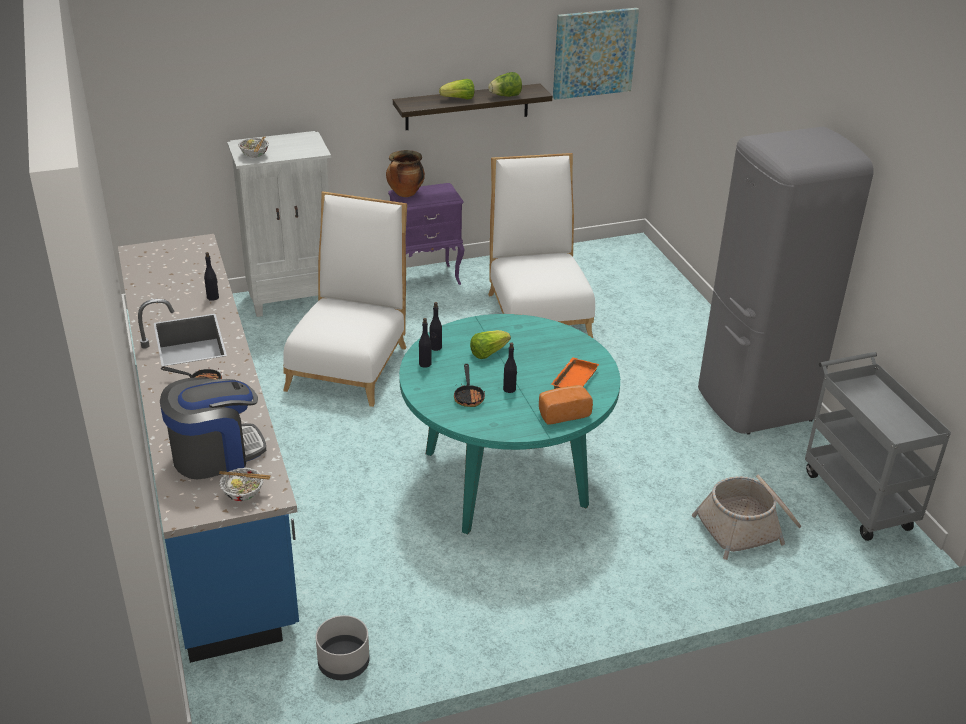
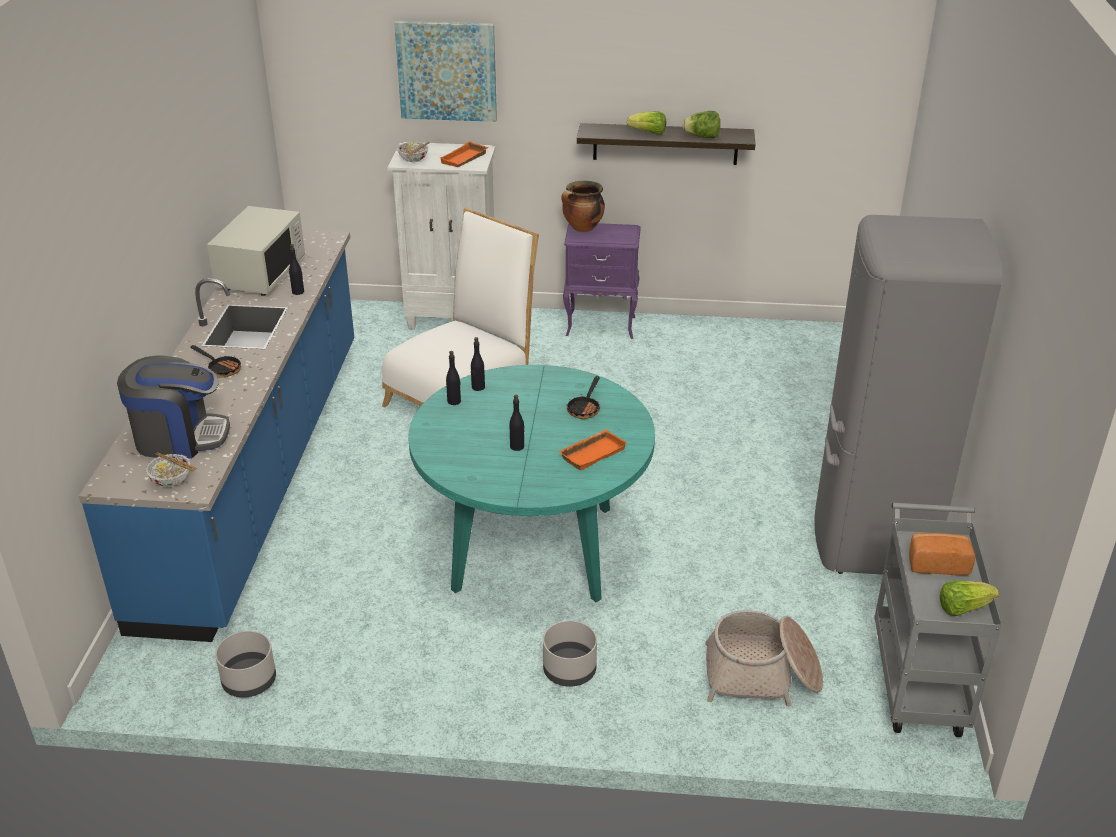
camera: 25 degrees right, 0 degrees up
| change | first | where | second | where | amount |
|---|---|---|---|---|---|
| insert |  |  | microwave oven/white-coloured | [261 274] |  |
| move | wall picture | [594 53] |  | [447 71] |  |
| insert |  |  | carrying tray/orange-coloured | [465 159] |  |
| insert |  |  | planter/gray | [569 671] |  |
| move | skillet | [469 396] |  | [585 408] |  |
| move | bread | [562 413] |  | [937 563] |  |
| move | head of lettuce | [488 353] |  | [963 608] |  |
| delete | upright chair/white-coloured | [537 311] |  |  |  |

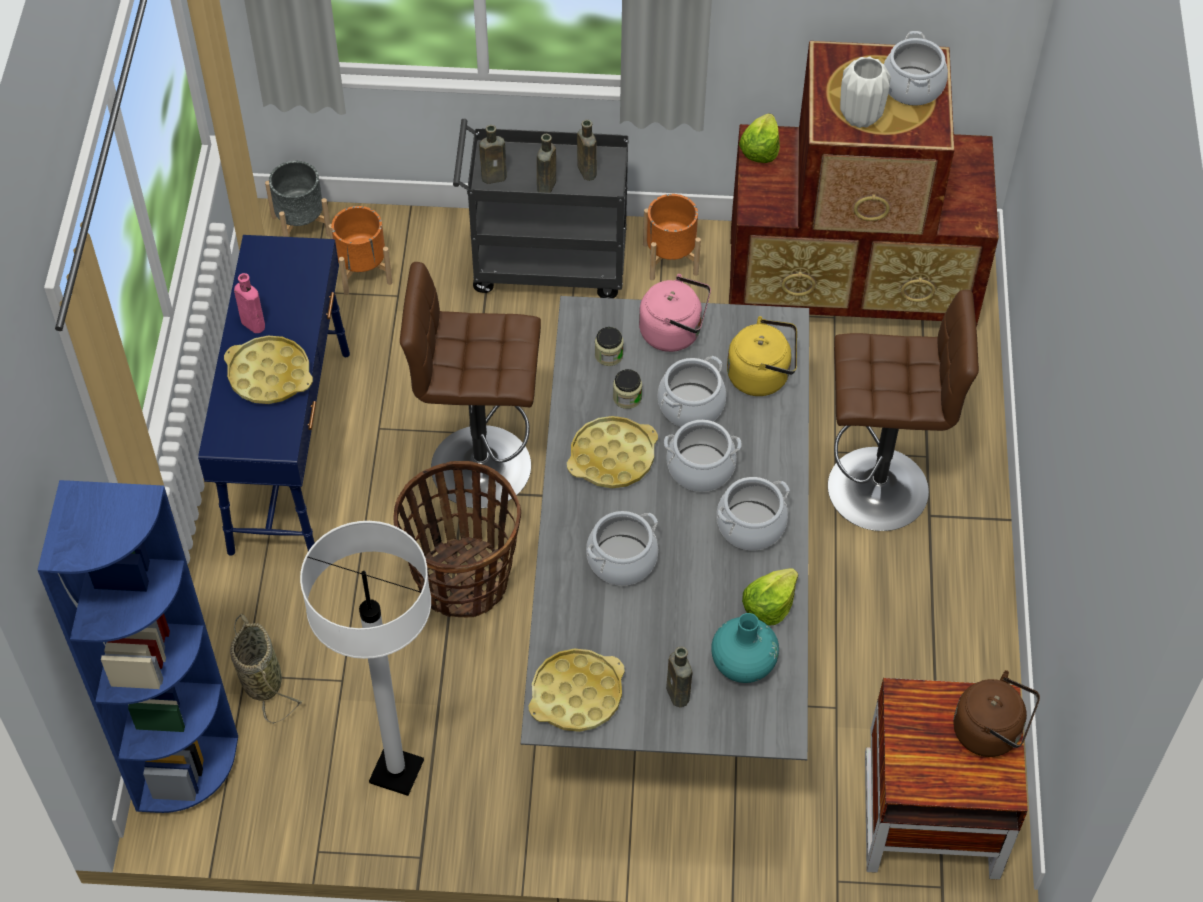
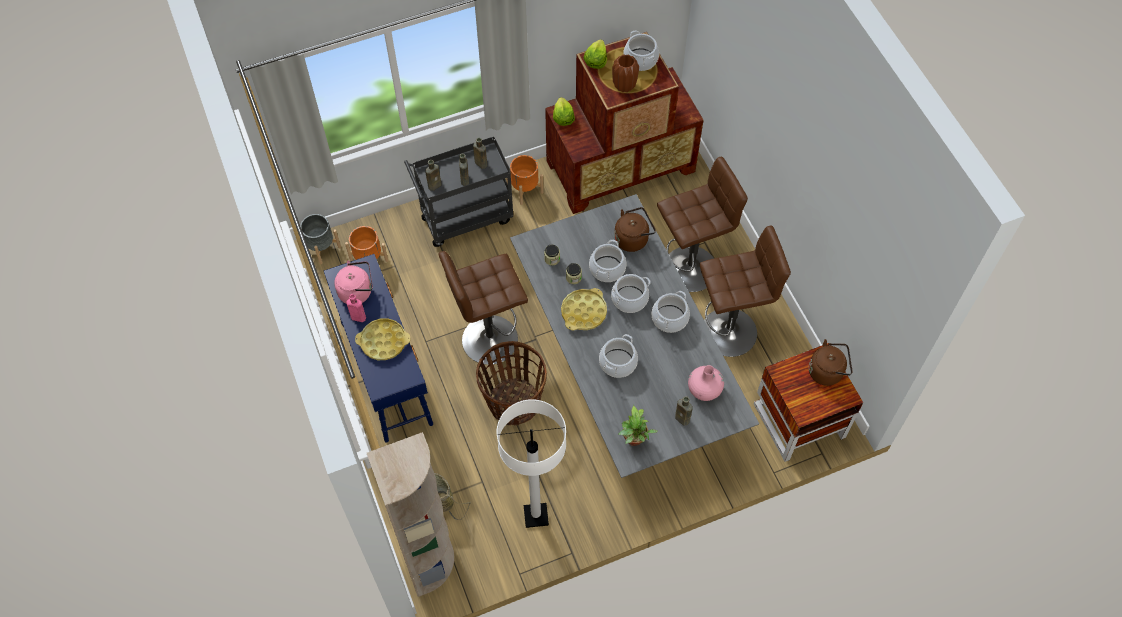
camera: 25 degrees left, 5 degrees up
| change | first | where | second | where | amount |
|---|---|---|---|---|---|
| move | water kettle/pink-coloured | [674 332] |  | [357 291] |  |
| recolor | bookshelf/blue-coloured | [187 776] | bookshelf/beige | [431 566] |  |
| move | head of lettuce | [769 605] |  | [595 60] |  |
| recolor | vase/white-coloured | [859 117] | vase/brown | [624 86] |  |
| recolor | water kettle/yellowish | [762 375] | water kettle/brown | [633 238] |  |
| replace | carrying tray/yellowish | [576 694] | plant in a pot | [634 441] |  |
| recolor | vase/blue-green | [743 663] | vase/pink-coloured | [704 390] |  |
| insert |  |  | stool seat/brown | [729 332] |  |

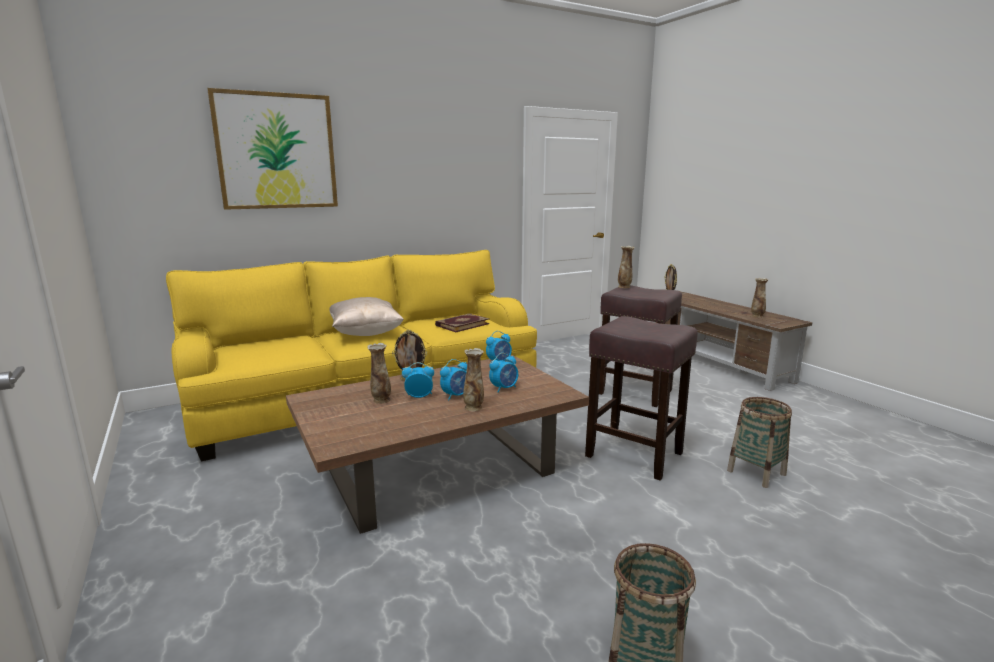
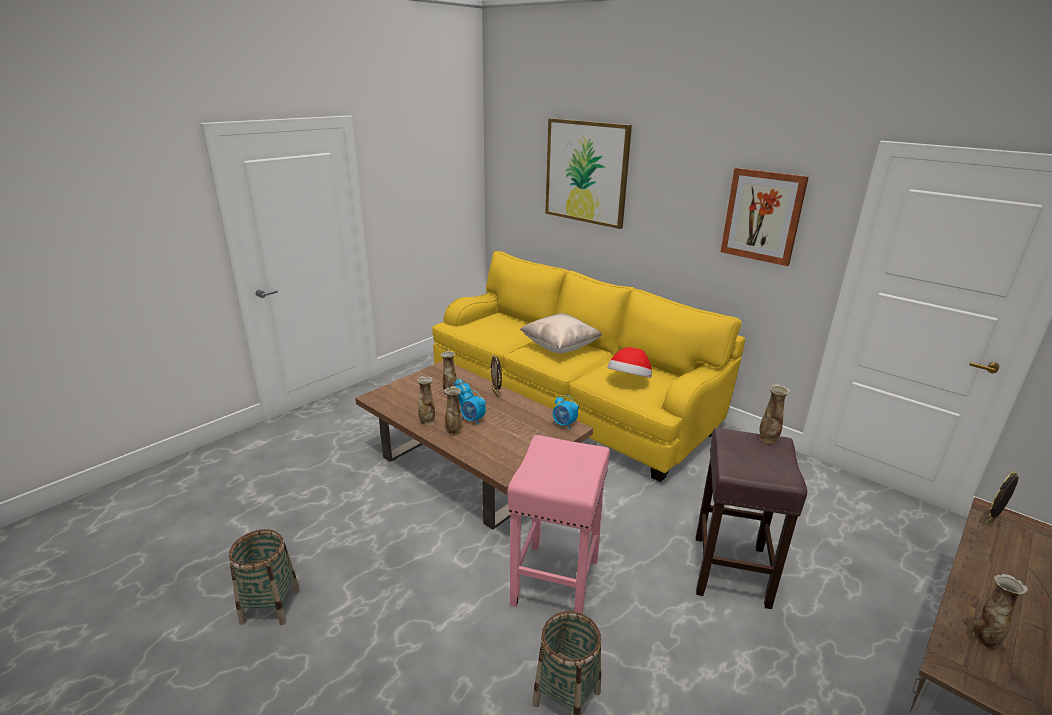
camera: 70 degrees right, 10 degrees up
| change | first | where | second | where | amount |
|---|---|---|---|---|---|
| insert |  |  | vase | [427 421] |  |
| recolor | stool seat/brown | [635 455] | stool seat/pink-coloured | [555 583] |  |
| replace | bound book | [462 324] | hat | [629 381] |  |
| insert |  |  | wall picture | [762 216] |  |
| delete | bedside clock | [504 388] |  |  |  |

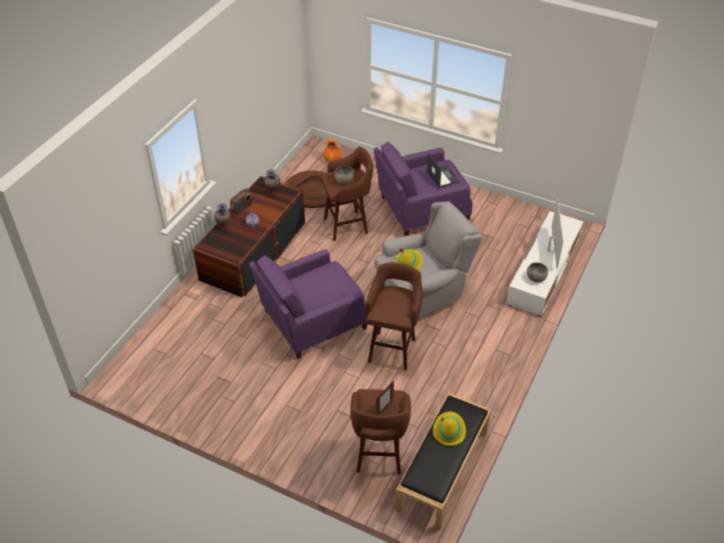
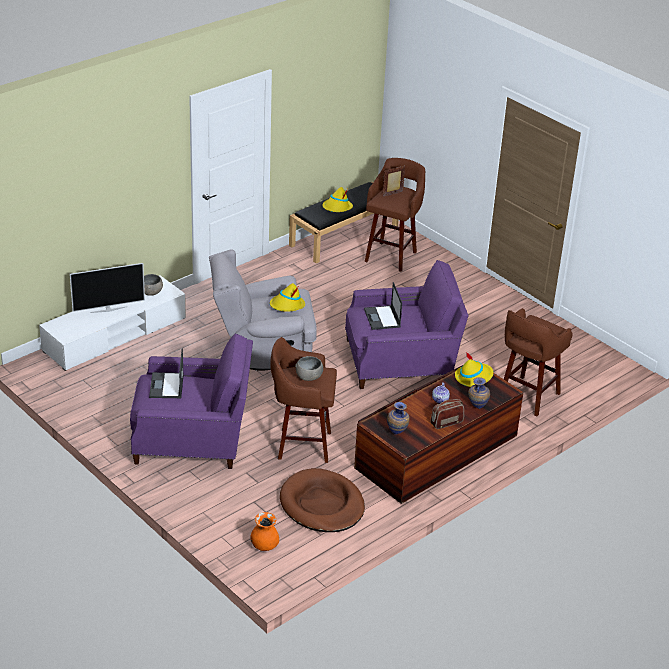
camera: 160 degrees left, 10 degrees down
| change | first | where | second | where | amount |
|---|---|---|---|---|---|
| rotate | television | [550 250] |  | [108 309] | 135 degrees counterclockwise |
| insert |  |  | laptop | [382 318] |  |
| insert |  |  | hat/yellowish | [473 377] |  |
| move | stool seat/brown | [392 349] |  | [527 397] |  |

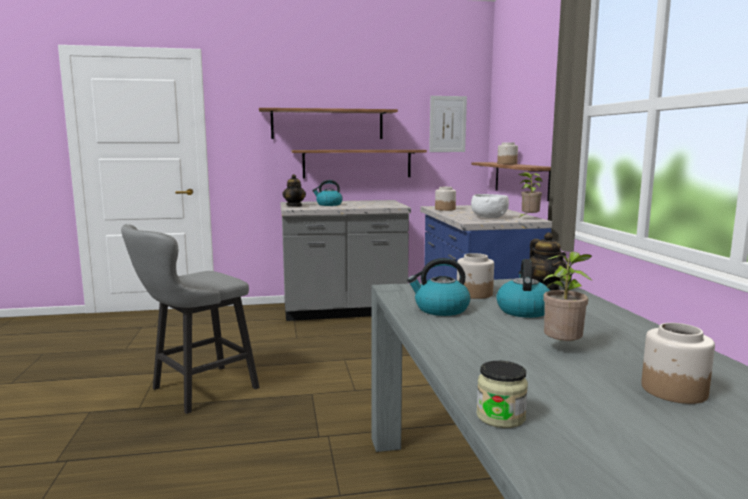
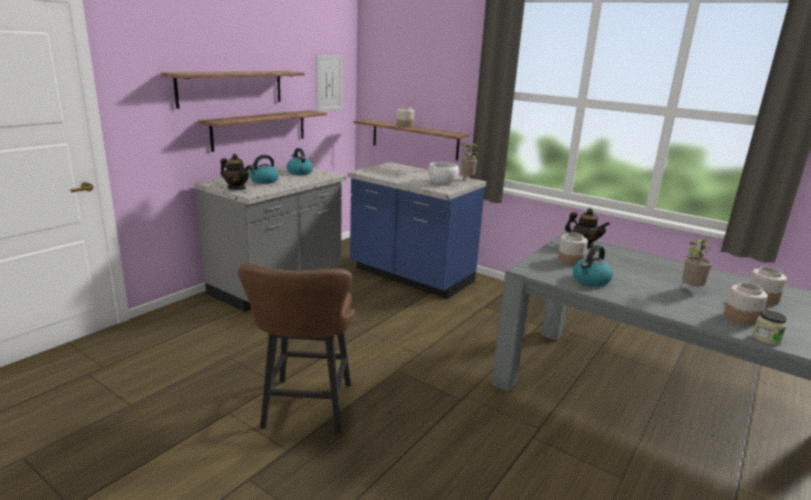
camera: 45 degrees left, 10 degrees up
| change | first | where | second | where | amount |
|---|---|---|---|---|---|
| recolor | stool seat/gray | [193 392] | stool seat/brown | [305 413] |  |
| move | water kettle | [523 310] |  | [299 172] |  |
| move | jar | [445 209] |  | [740 317] |  |

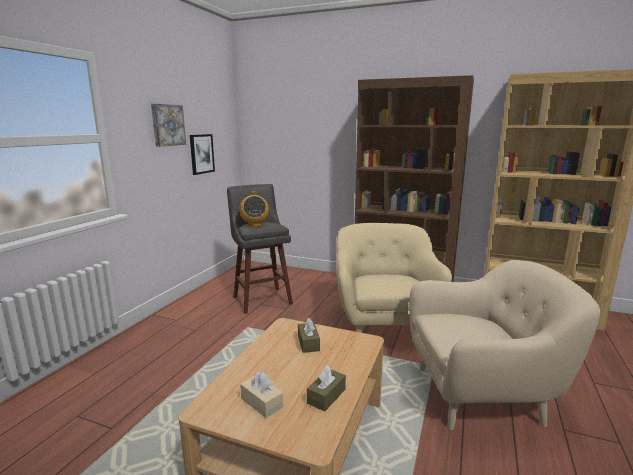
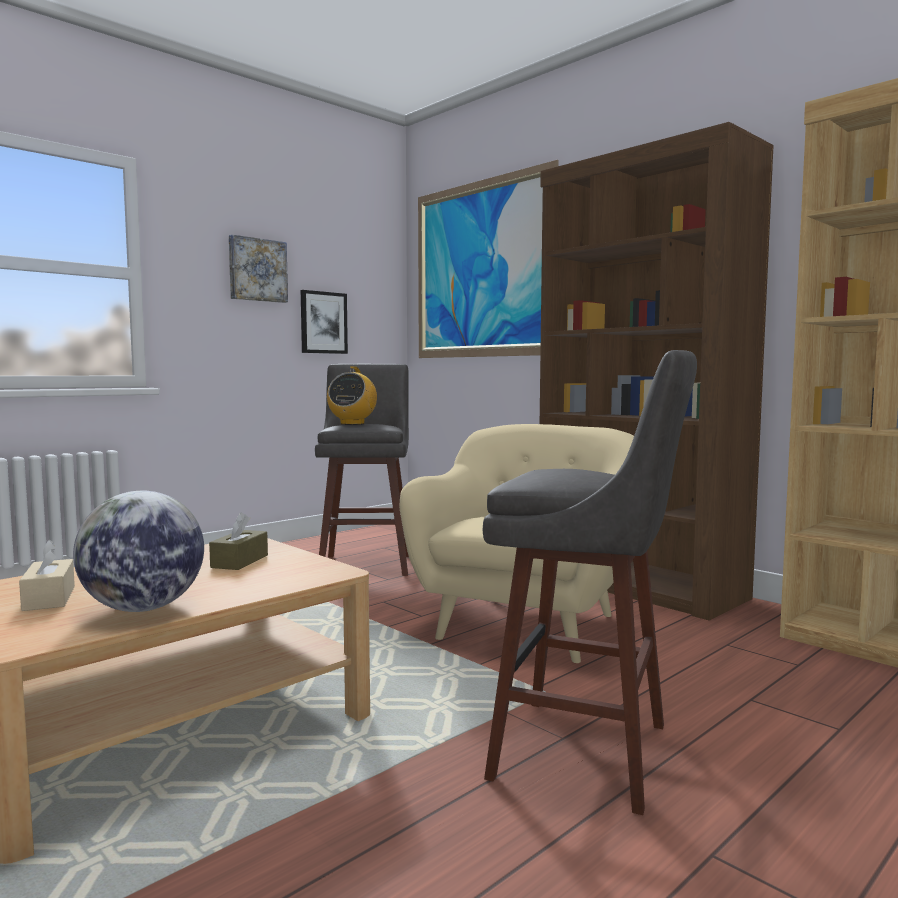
camera: 25 degrees right, 10 degrees down
| change | first | where | second | where | amount |
|---|---|---|---|---|---|
| replace | tissue box/brown | [326 396] | desk globe | [143 608] |  |
| insert |  |  | wall picture | [481 269] |  |
| replace | lounge chair/beige | [481 395] | stool seat/gray | [589 753] |  |

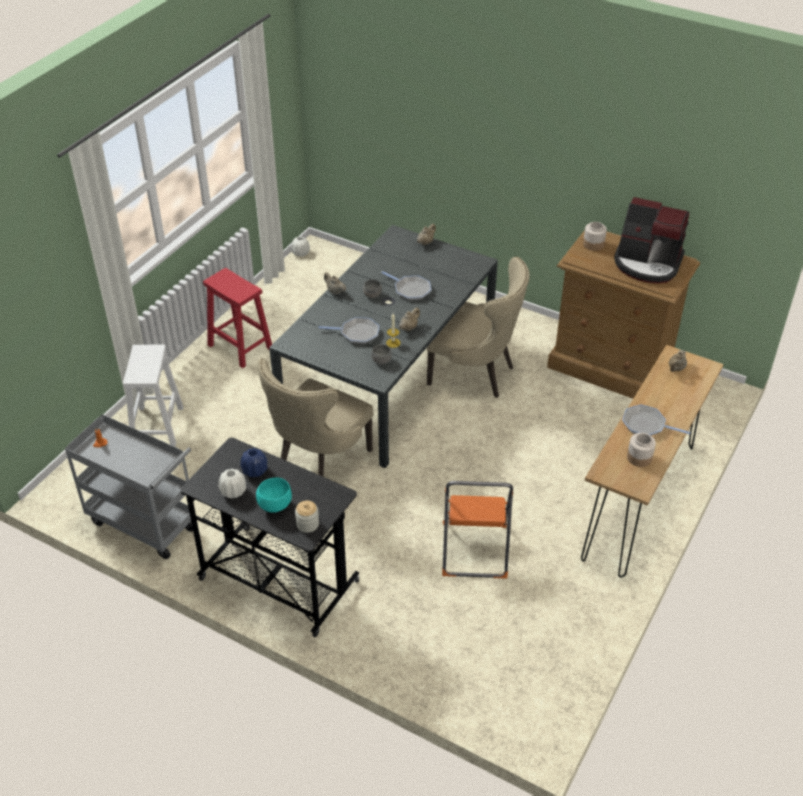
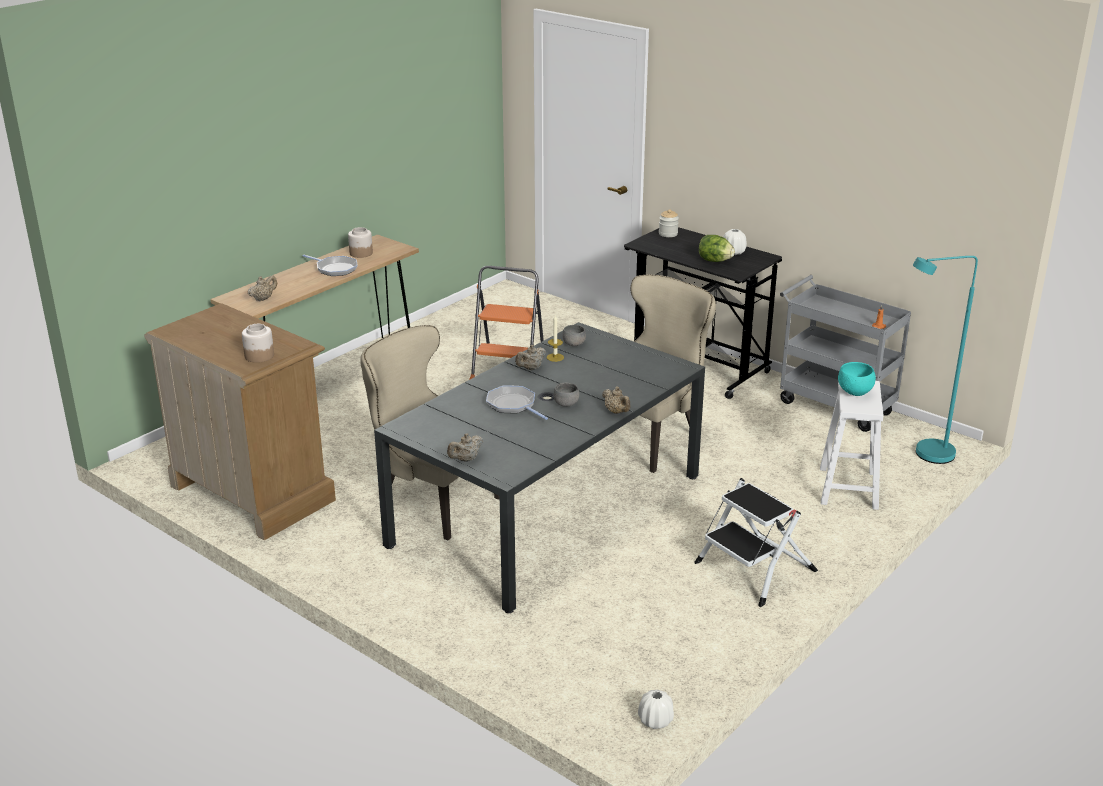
camera: 170 degrees left, 15 degrees down
| change | first | where | second | where | amount |
|---|---|---|---|---|---|
| replace | stool seat/red | [239 346] | step stool | [755 569] |  |
| replace | vase/blue-coloured | [255 470] | head of lettuce | [714 261] |  |
| move | serving bowl/blue-green | [274 505] |  | [855 392] |  |
| insert |  |  | floor lamp/blue-green | [925 455] |  |
| delete | skillet | [357 333] |  |  |  |
| delete | coffee maker | [647 263] |  |  |  |

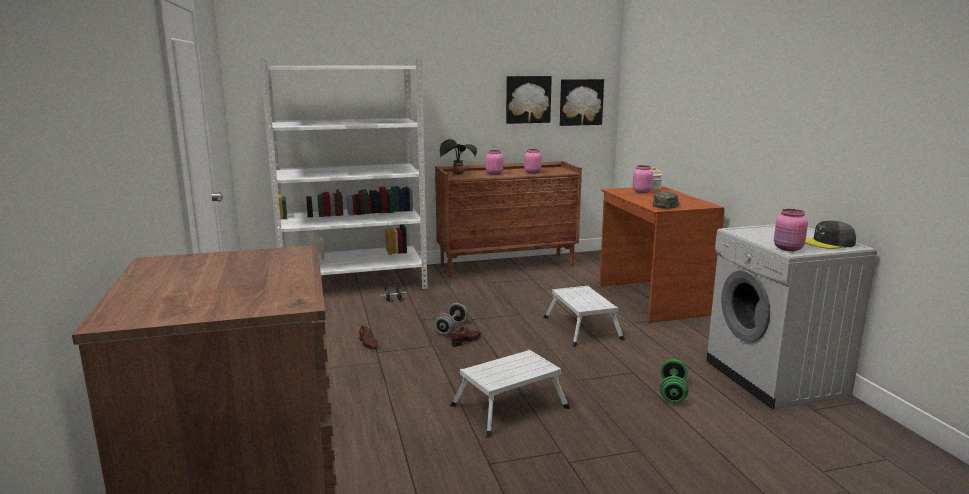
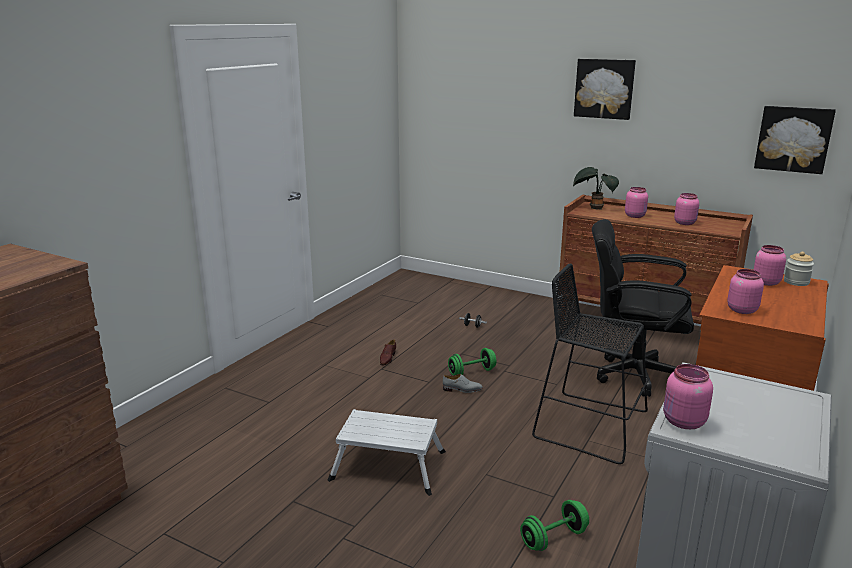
camera: 45 degrees right, 5 degrees up
| change | first | where | second | where | amount |
|---|---|---|---|---|---|
| recolor | item of footwear/brown | [466 341] | item of footwear/gray | [462 389] |  |
| recolor | hand weight/gray | [451 328] | hand weight/green | [472 372] |  |
| replace | step stool/white-coloured | [582 328] | stool seat/black | [592 426] |  |
| move | wall picture | [527 99] |  | [604 88] |  |
| insert |  |  | desk chair/black | [631 376] |  |
| replace | baseball cap/green | [666 205] | jar/pink-coloured | [741 310] |  |
| delete | bookshelf/white-coloured | [354 283] |  |  |  |
| delete | baseball cap/gray | [828 243] |  |  |  |

